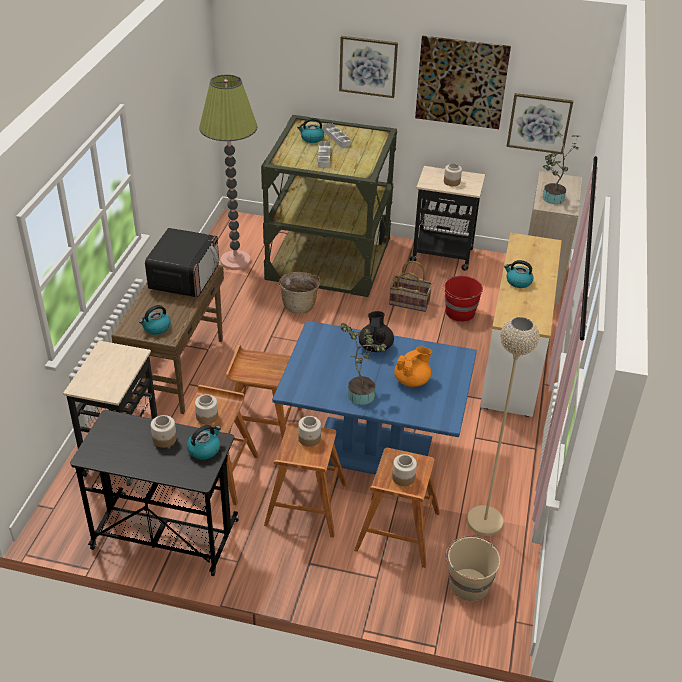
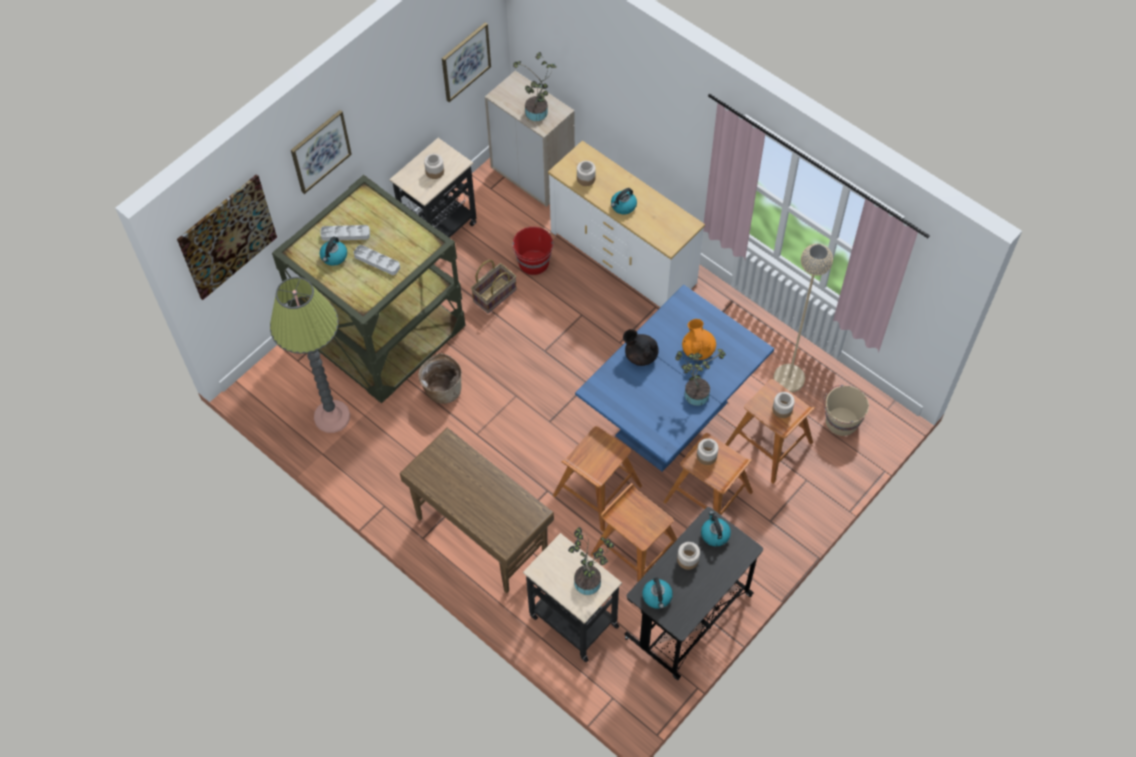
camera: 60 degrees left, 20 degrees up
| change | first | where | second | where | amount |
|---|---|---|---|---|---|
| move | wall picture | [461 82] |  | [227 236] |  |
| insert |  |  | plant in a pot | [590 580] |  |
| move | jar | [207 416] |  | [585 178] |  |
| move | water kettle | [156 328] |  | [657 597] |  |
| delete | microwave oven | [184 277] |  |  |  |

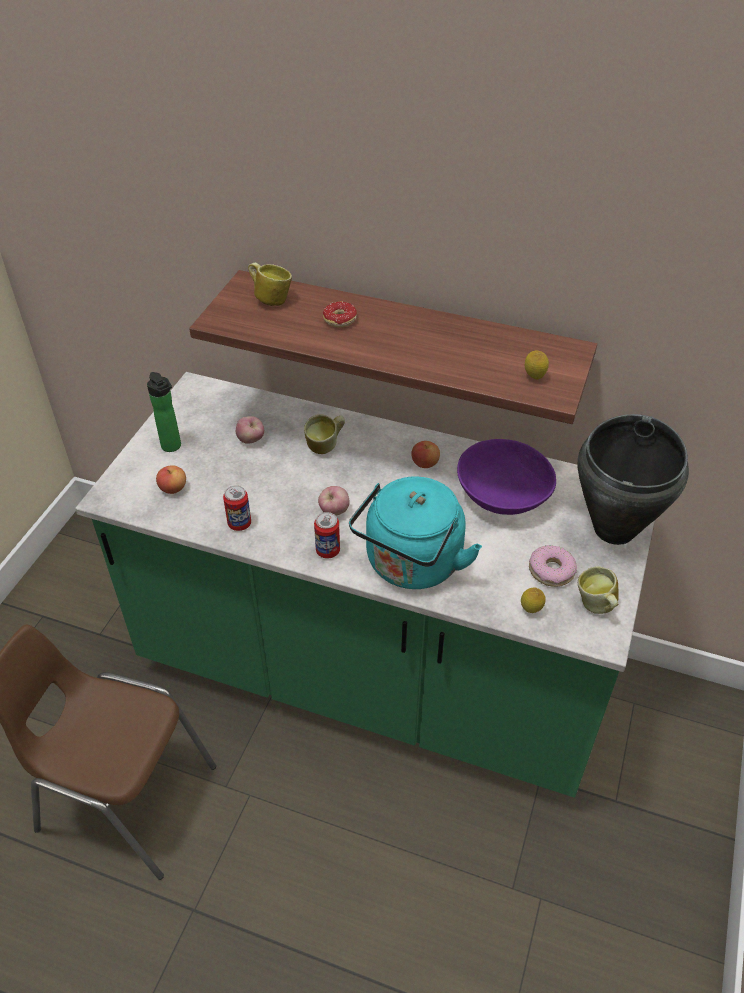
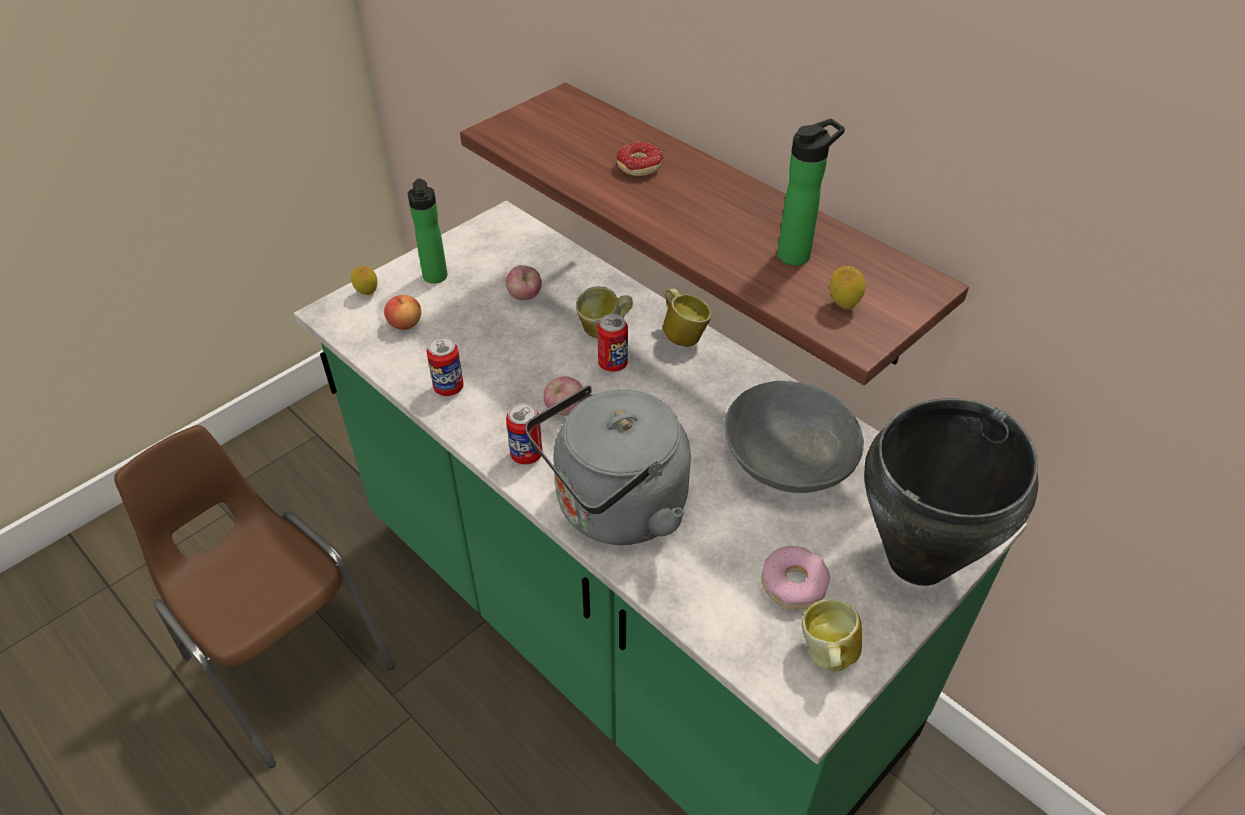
camera: 25 degrees right, 0 degrees up
| change | first | where | second | where | amount |
|---|---|---|---|---|---|
| move | whole lemon | [530 610] |  | [367 294] |  |
| recolor | water kettle/blue-green | [411 566] | water kettle/gray | [614 509] |  |
| insert |  |  | sealed can | [613 364] |  |
| move | tea mug | [270 299] |  | [683 334] |  |
| recolor | serving bowl/purplish | [501 497] | serving bowl/gray | [785 463] |  |
| insert |  |  | bottle | [798 254] |  |
| delete | apple | [425 463] |  |  |  |

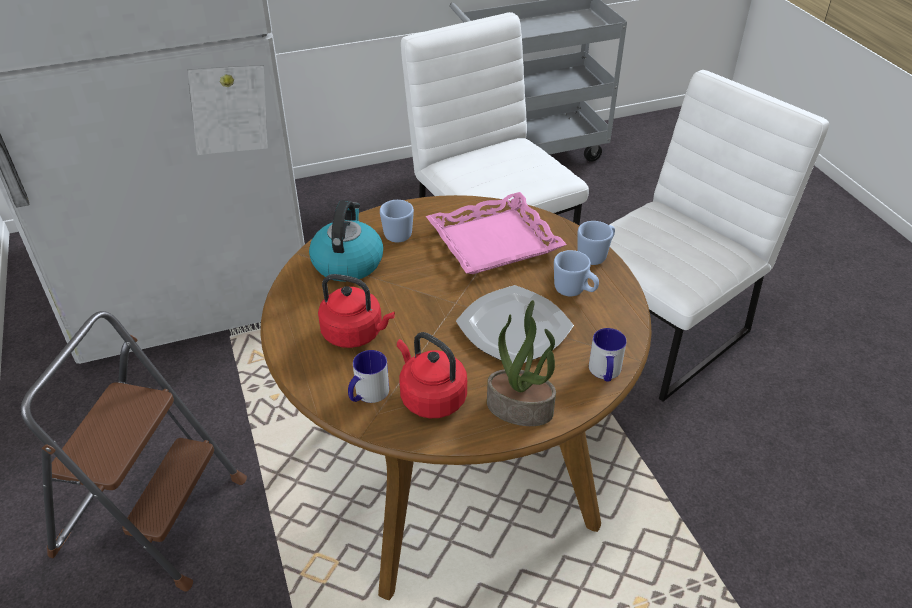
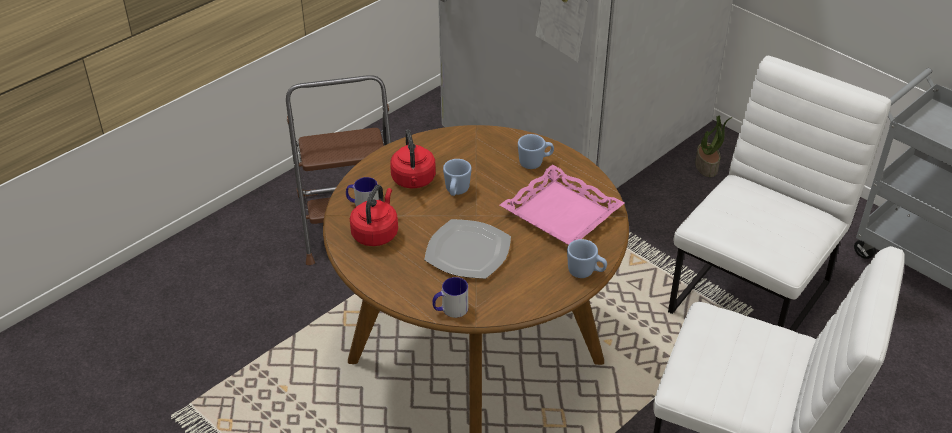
camera: 65 degrees right, 0 degrees up
| change | first | where | second | where | amount |
|---|---|---|---|---|---|
| move | tea mug/blue-coloured | [574 291] |  | [456 192] |  |
| move | plant in a pot | [521 408] |  | [707 166] |  |
| delete | water kettle | [347 262] |  |  |  |

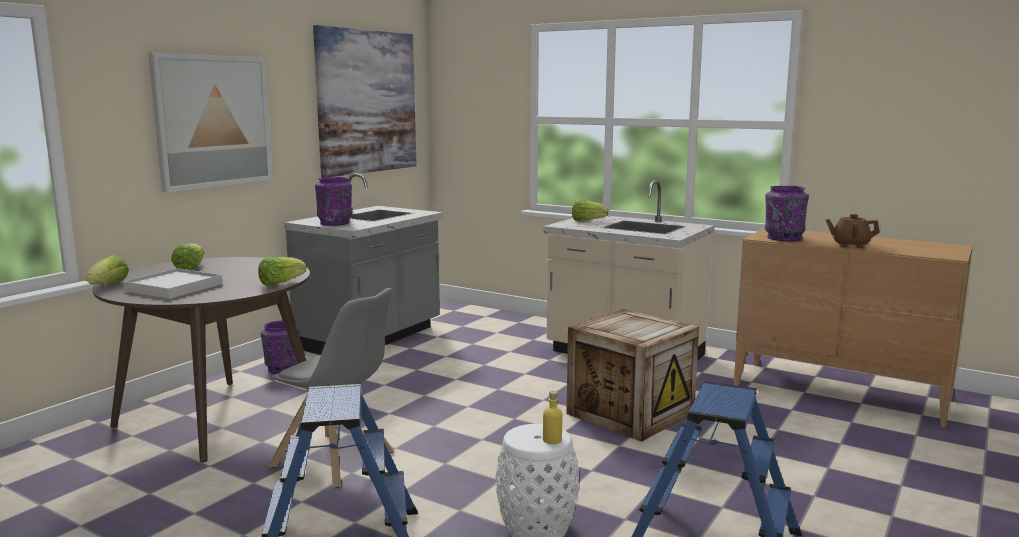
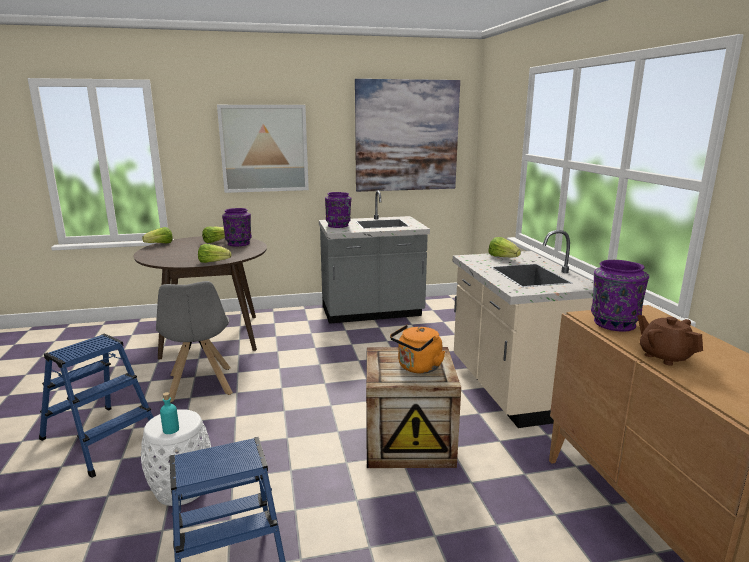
camera: 45 degrees right, 5 degrees up
| change | first | where | second | where | amount |
|---|---|---|---|---|---|
| recolor | bottle/yellowish | [552 440] | bottle/blue-green | [171 430] |  |
| move | vase/purplish | [282 369] |  | [238 243] |  |
| insert |  |  | water kettle/orange-coloured | [417 368] |  |
| delete | carrying tray/white-coloured | [173 287] |  |  |  |

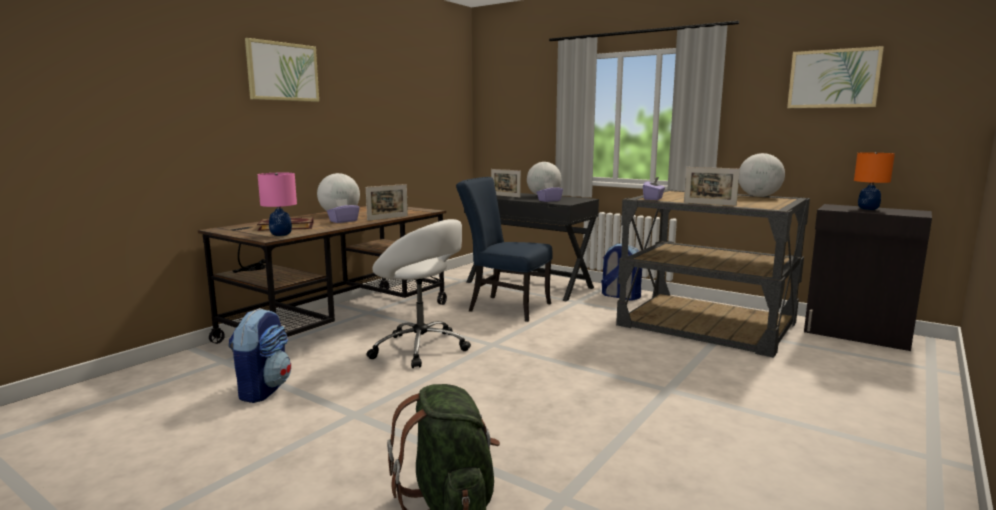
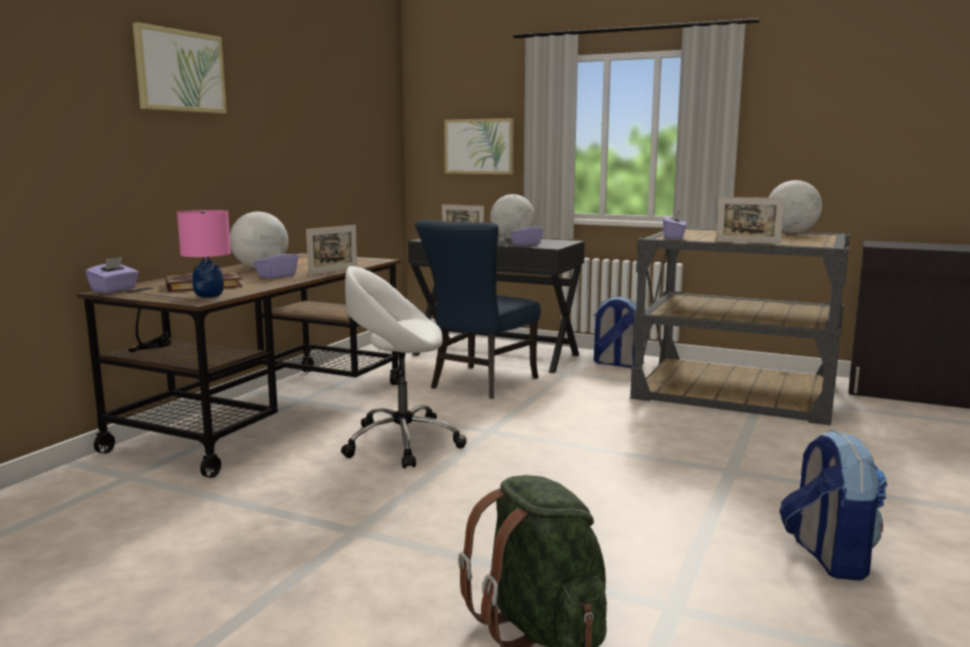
camera: 10 degrees left, 0 degrees up
| change | first | where | second | where | amount |
|---|---|---|---|---|---|
| insert |  |  | tissue box/purplish | [114 290] |  |
| rotate | desk chair/white-coloured | [422 349] |  | [400 442] | 150 degrees clockwise |
| rotate | upright chair/blue-coloured | [504 307] |  | [479 384] | 75 degrees counterclockwise |
| move | wall picture | [833 78] |  | [479 146] |  |
| move | knapsack | [263 390] |  | [828 557] |  |
| delete | table lamp/orange-coloured | [869 209] |  |  |  |

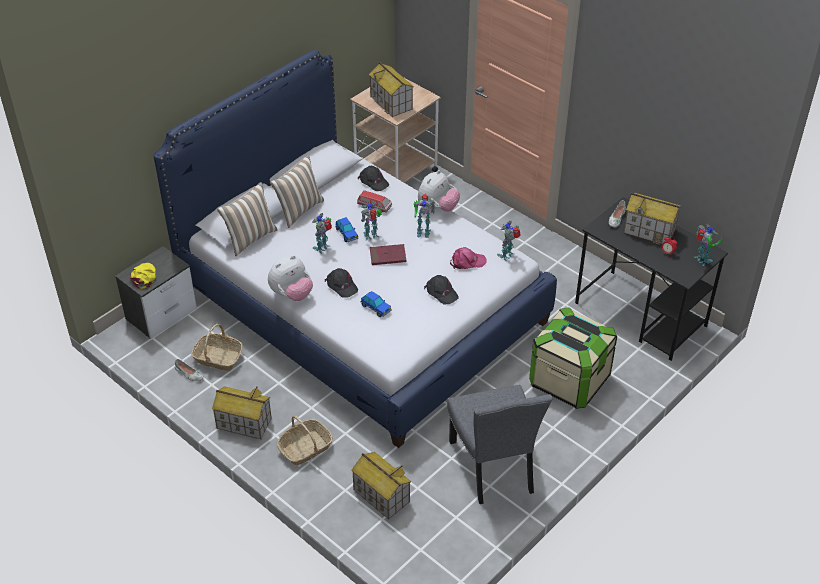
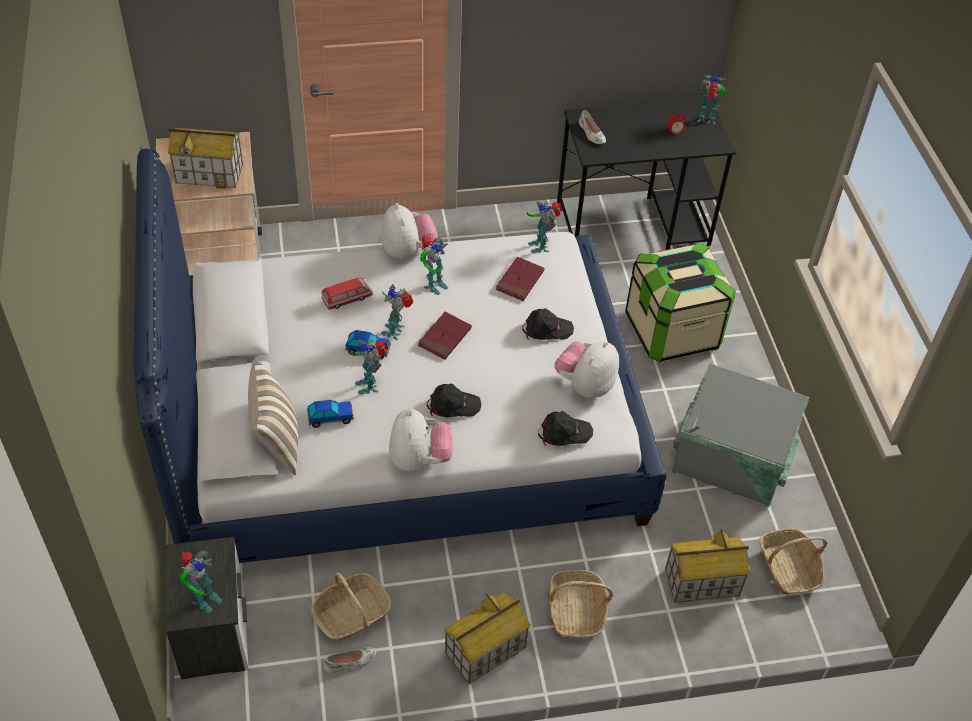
camera: 55 degrees left, 5 degrees up
| change | first | where | second | where | amount |
|---|---|---|---|---|---|
| replace | baseball cap/yellowish | [144 277] | robot figure | [204 599] |  |
| move | toy car | [376 308] |  | [330 417] |  |
| replace | baseball cap/pink-coloured | [467 262] | bound book/red | [520 281] |  |
| move | baseball cap/black | [373 181] |  | [564 433] |  |
| insert |  |  | soft toy | [585 385] |  |
| replace | upright chair/gray | [493 464] | storage box/gray | [732 459] |  |
| insert |  |  | basket | [788 568] |  |
| delete | cushion | [299 210] |  |  |  |
| delete | toy house | [649 231] |  |  |  |

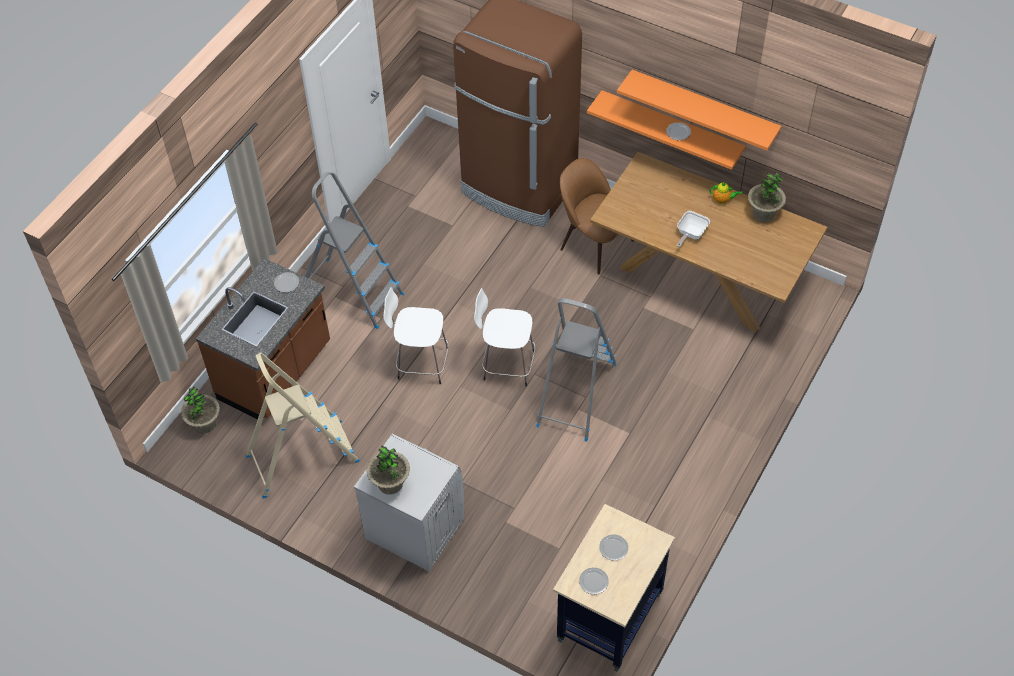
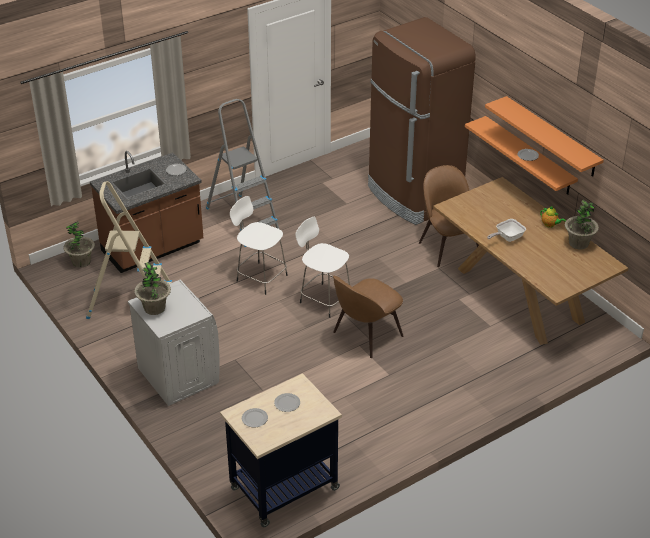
camera: 25 degrees right, 15 degrees down
| change | first | where | second | where | amount |
|---|---|---|---|---|---|
| replace | step stool/gray | [577 393] | upright chair/brown | [365 335] |  |

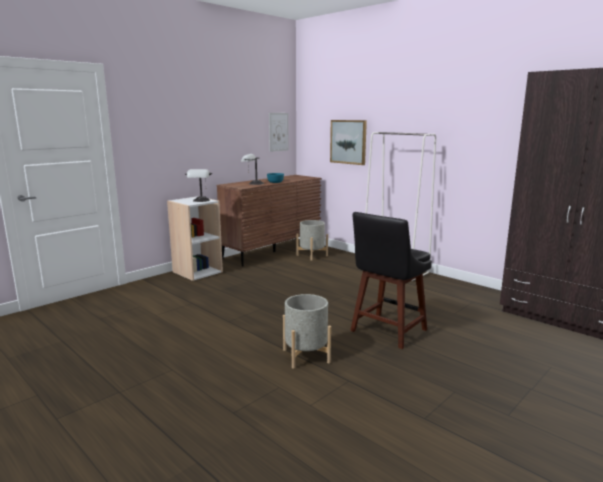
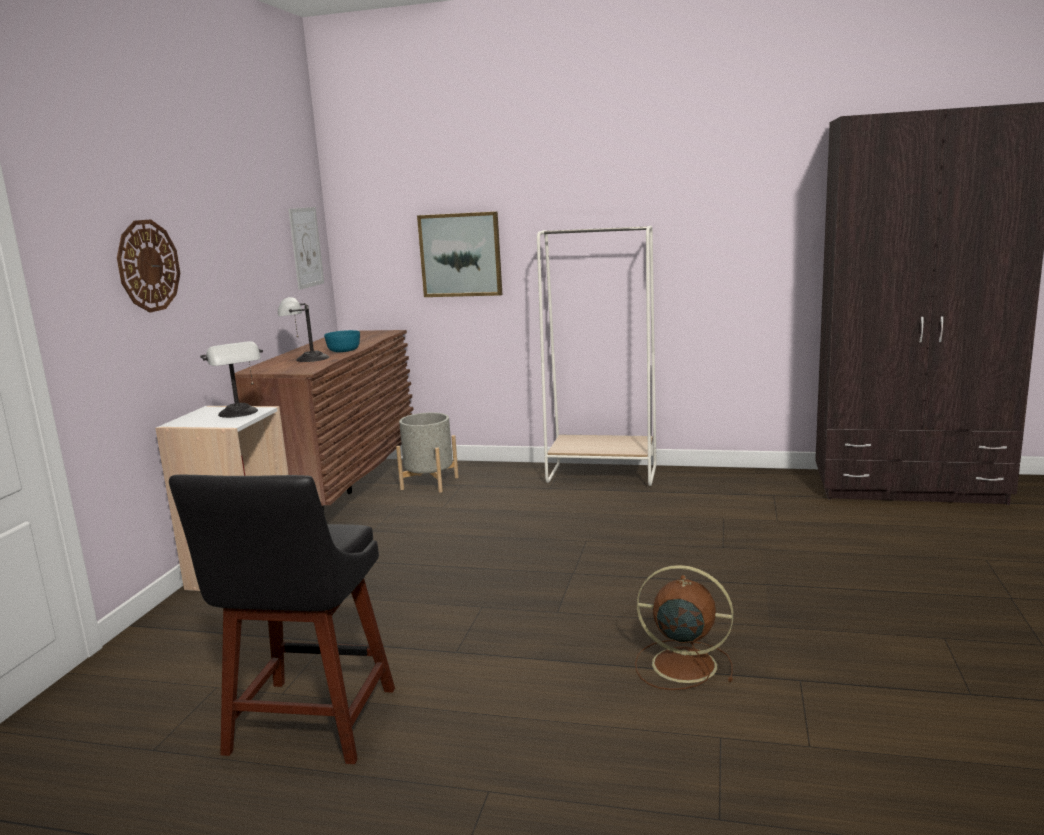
camera: 30 degrees left, 0 degrees up
| change | first | where | second | where | amount |
|---|---|---|---|---|---|
| insert |  |  | hanging clock | [148 266] |  |
| move | upright chair/black | [386 331] |  | [307 726] |  |
| replace | planter/gray | [306 356] | fan/brown | [681 664] |  |

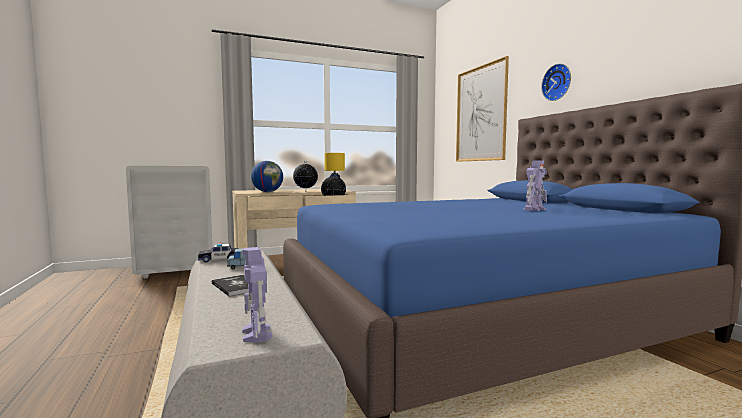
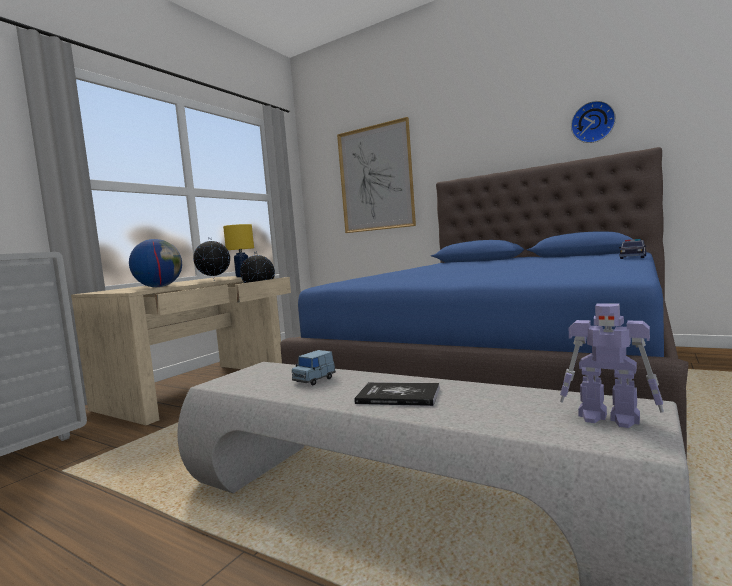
camera: 35 degrees left, 0 degrees up
| change | first | where | second | where | amount |
|---|---|---|---|---|---|
| move | hanging clock | [558 82] |  | [593 122] |  |
| move | toy car | [219 259] |  | [633 257] |  |
| delete | robot figure | [535 209] |  |  |  |

